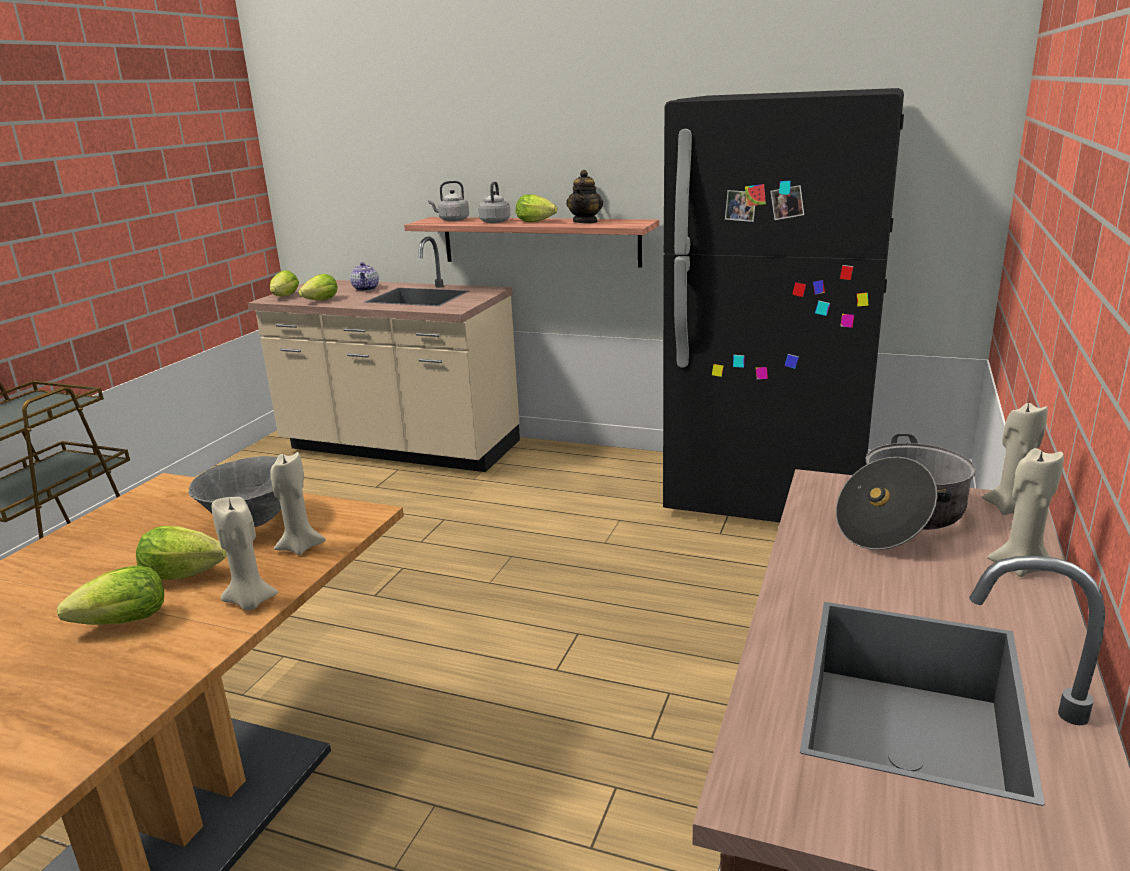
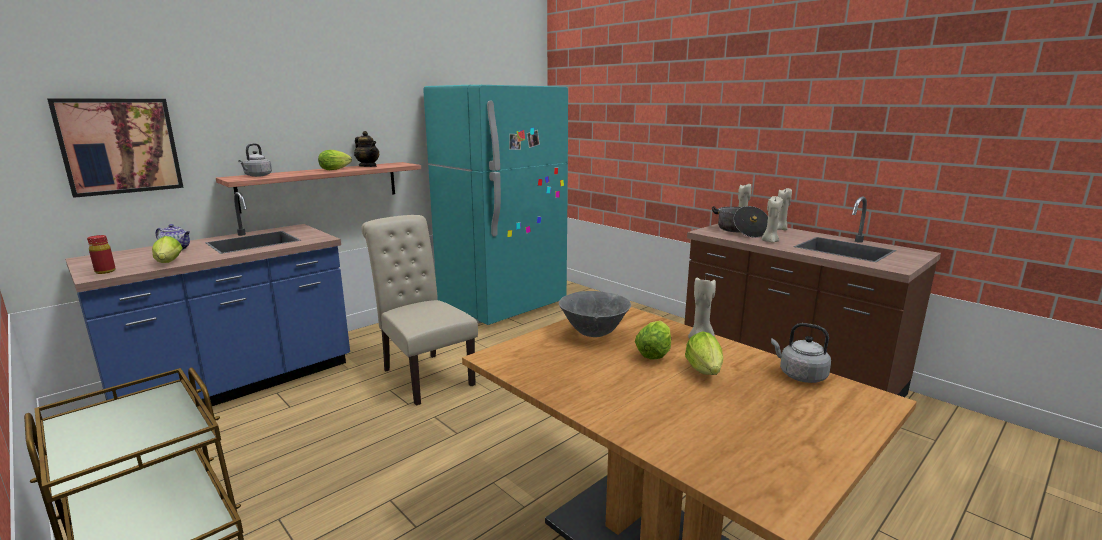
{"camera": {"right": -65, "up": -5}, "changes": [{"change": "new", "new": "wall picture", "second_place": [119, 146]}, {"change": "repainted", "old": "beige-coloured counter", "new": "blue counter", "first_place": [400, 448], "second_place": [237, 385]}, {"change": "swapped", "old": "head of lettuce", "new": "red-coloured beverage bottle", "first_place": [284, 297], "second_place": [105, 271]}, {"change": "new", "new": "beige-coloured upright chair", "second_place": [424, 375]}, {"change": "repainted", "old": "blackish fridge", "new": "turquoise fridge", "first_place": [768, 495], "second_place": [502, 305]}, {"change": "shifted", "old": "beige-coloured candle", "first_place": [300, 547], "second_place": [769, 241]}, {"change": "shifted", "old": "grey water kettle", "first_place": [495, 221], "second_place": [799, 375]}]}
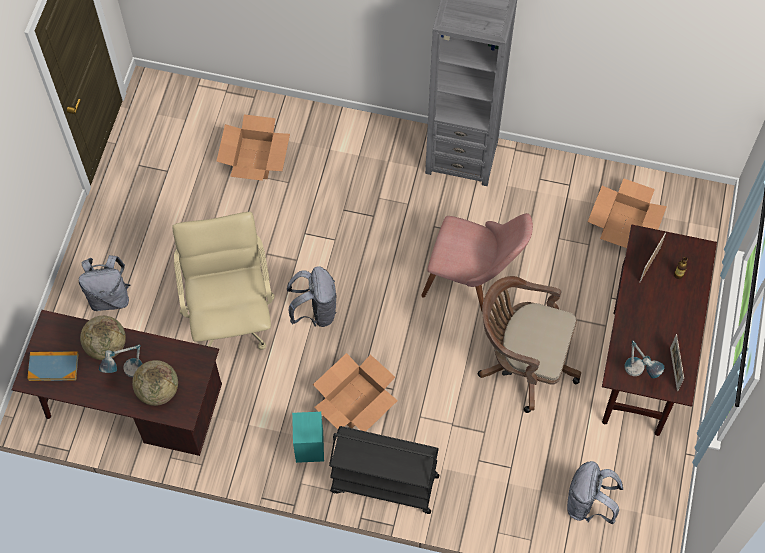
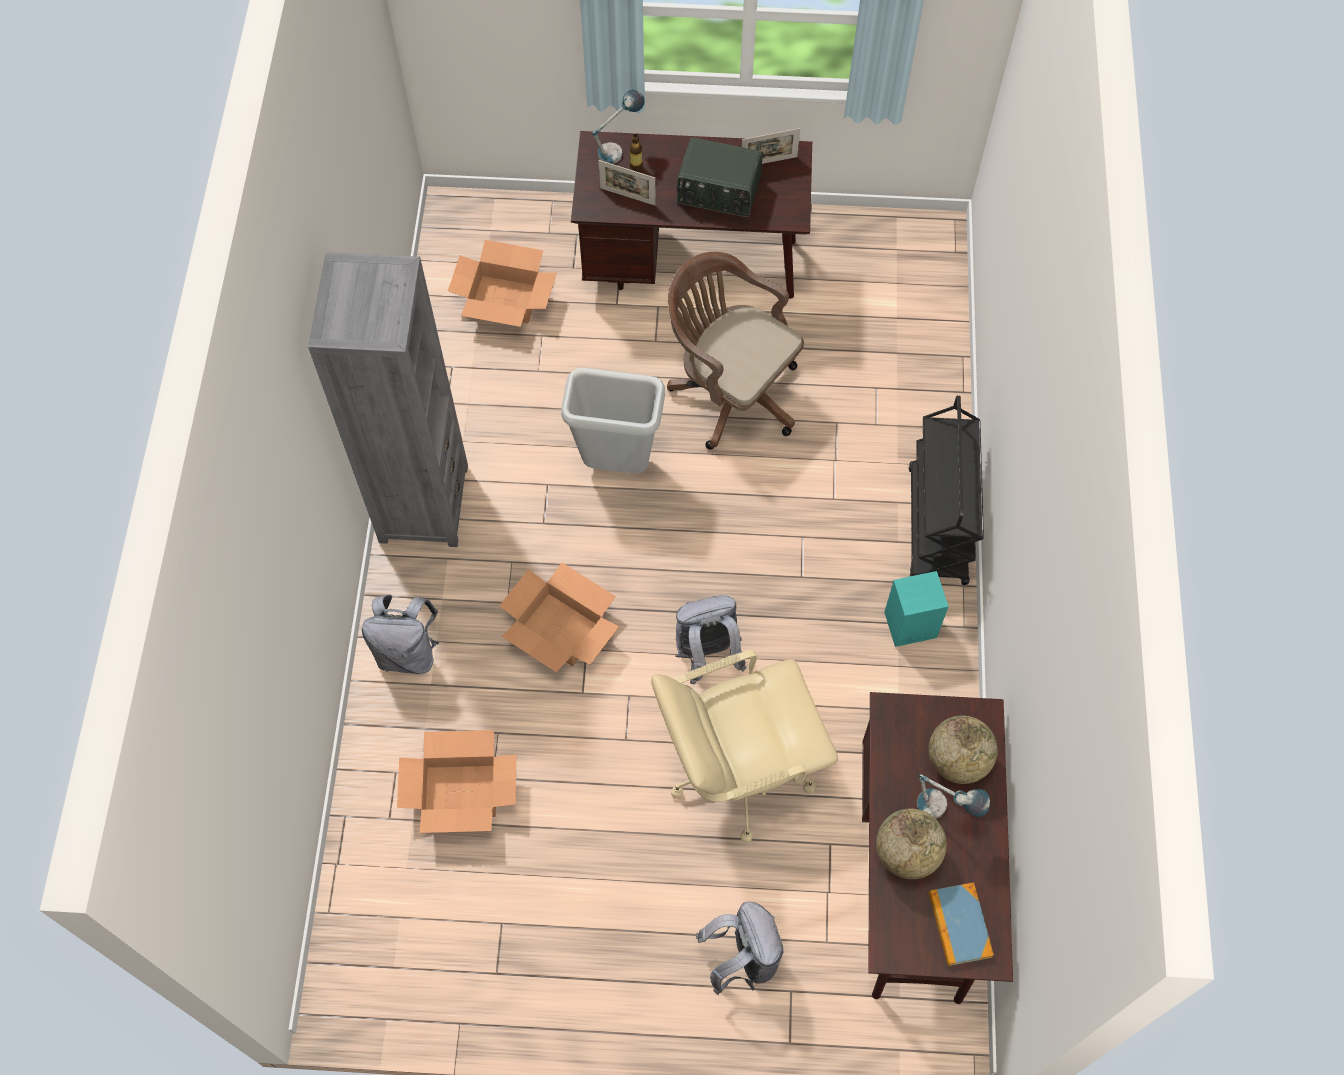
{"camera": {"right": -100, "up": 0}, "changes": [{"change": "shifted", "old": "grey knapsack", "first_place": [588, 504], "second_place": [408, 652]}, {"change": "shifted", "old": "packing box", "first_place": [355, 401], "second_place": [560, 629]}, {"change": "swapped", "old": "pink upright chair", "new": "grey trash can", "first_place": [473, 278], "second_place": [618, 463]}, {"change": "shifted", "old": "tabletop lamp", "first_place": [639, 374], "second_place": [618, 149]}, {"change": "rotated", "old": "brownish desk chair", "first_place": [523, 362], "second_place": [730, 391], "degrees": 120}, {"change": "new", "new": "radio", "second_place": [718, 192]}]}
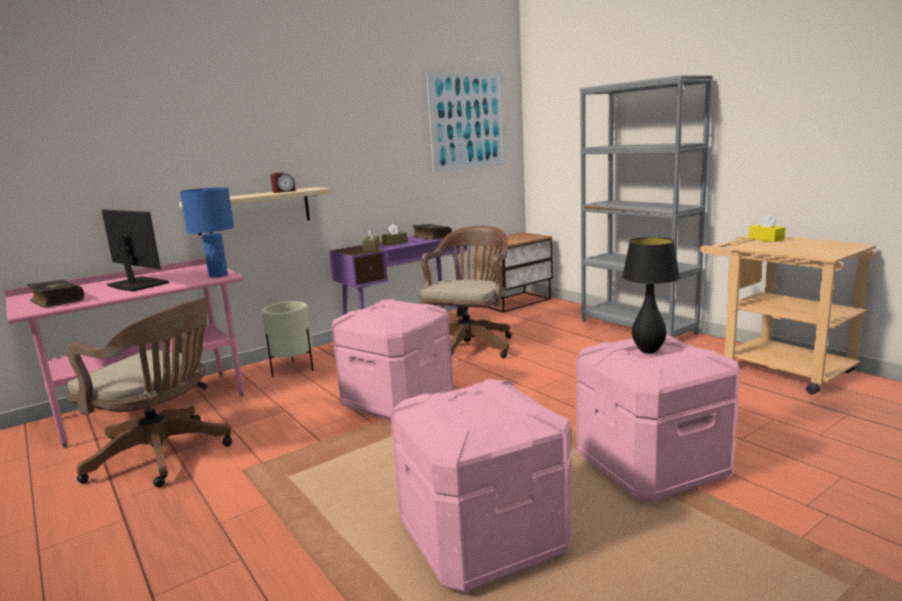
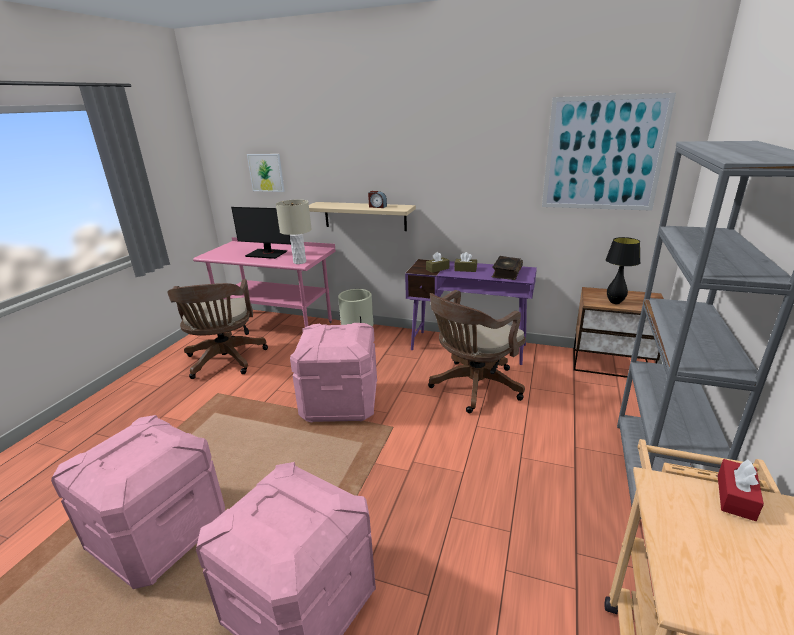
{"camera": {"right": 55, "up": 10}, "changes": [{"change": "rotated", "old": "monitor", "first_place": [136, 284], "second_place": [267, 254], "degrees": 105}, {"change": "new", "new": "wall picture", "second_place": [266, 172]}, {"change": "repainted", "old": "blue tabletop lamp", "new": "beige-coloured tabletop lamp", "first_place": [218, 275], "second_place": [299, 262]}, {"change": "rotated", "old": "brownish desk chair", "first_place": [470, 345], "second_place": [472, 388], "degrees": 150}, {"change": "shifted", "old": "blackish tabletop lamp", "first_place": [648, 351], "second_place": [615, 302]}, {"change": "repainted", "old": "yellow-coloured tissue box", "new": "red-coloured tissue box", "first_place": [766, 239], "second_place": [735, 497]}, {"change": "gone", "old": "volume", "first_place": [56, 301]}]}
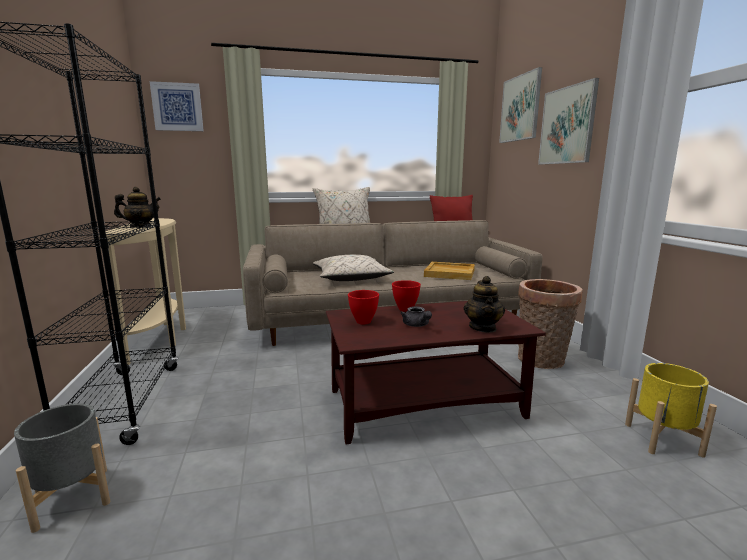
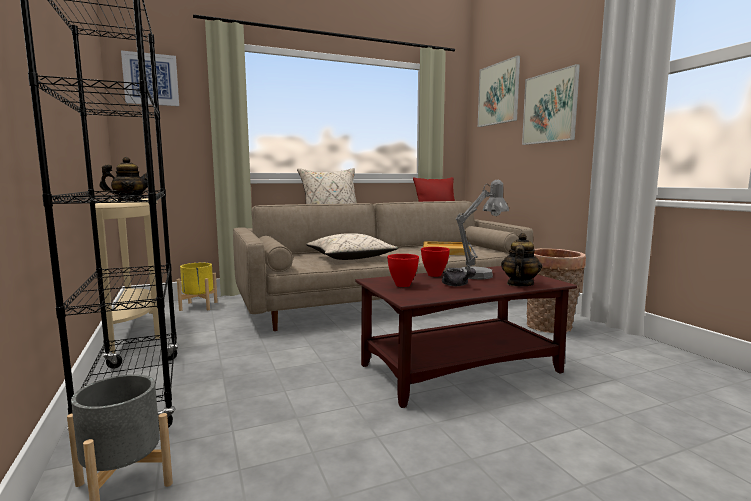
{"camera": {"right": -10, "up": -5}, "changes": [{"change": "shifted", "old": "yellow-coloured flower pot", "first_place": [662, 439], "second_place": [198, 306]}, {"change": "new", "new": "grey tabletop lamp", "second_place": [480, 274]}, {"change": "rotated", "old": "tea pot", "first_place": [483, 328], "second_place": [519, 284], "degrees": -150}]}
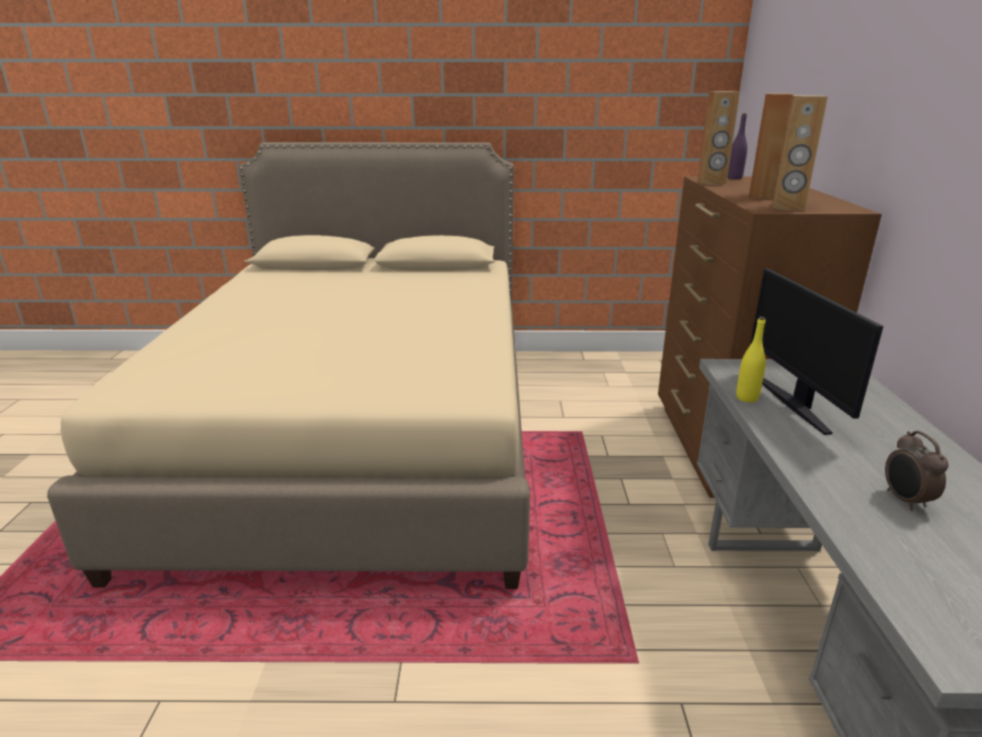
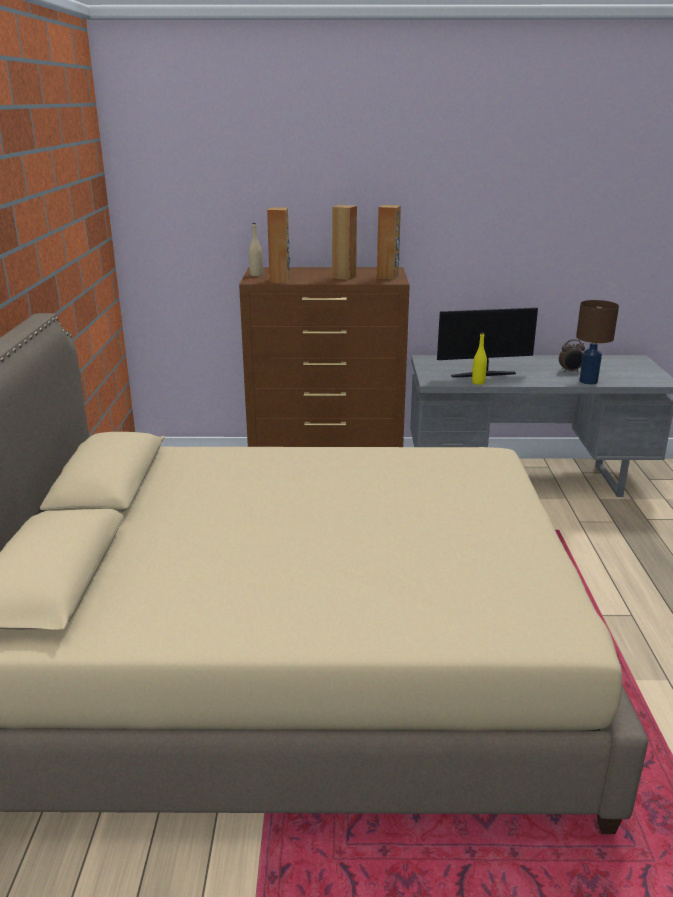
{"camera": {"right": -90, "up": 0}, "changes": [{"change": "repainted", "old": "purple beverage bottle", "new": "beige-coloured beverage bottle", "first_place": [734, 178], "second_place": [256, 275]}, {"change": "new", "new": "brownish tabletop lamp", "second_place": [589, 381]}]}
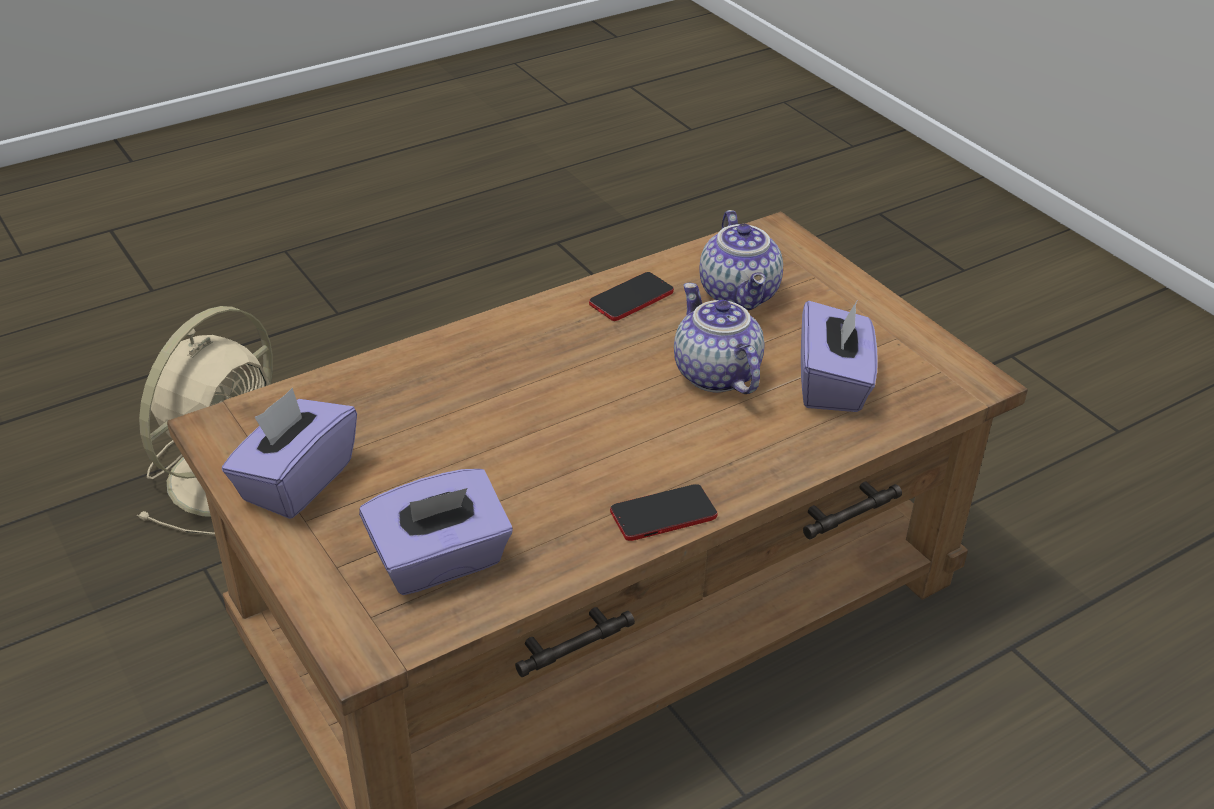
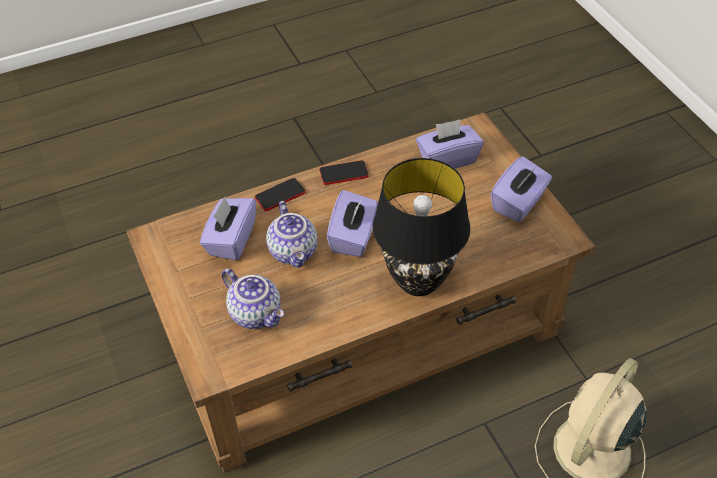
{"camera": {"right": -170, "up": 10}, "changes": [{"change": "rotated", "old": "tea pot", "first_place": [741, 295], "second_place": [257, 313], "degrees": 135}, {"change": "shifted", "old": "handset", "first_place": [631, 298], "second_place": [280, 195]}, {"change": "new", "new": "purple tissue box", "second_place": [353, 237]}, {"change": "new", "new": "blackish tabletop lamp", "second_place": [417, 282]}]}
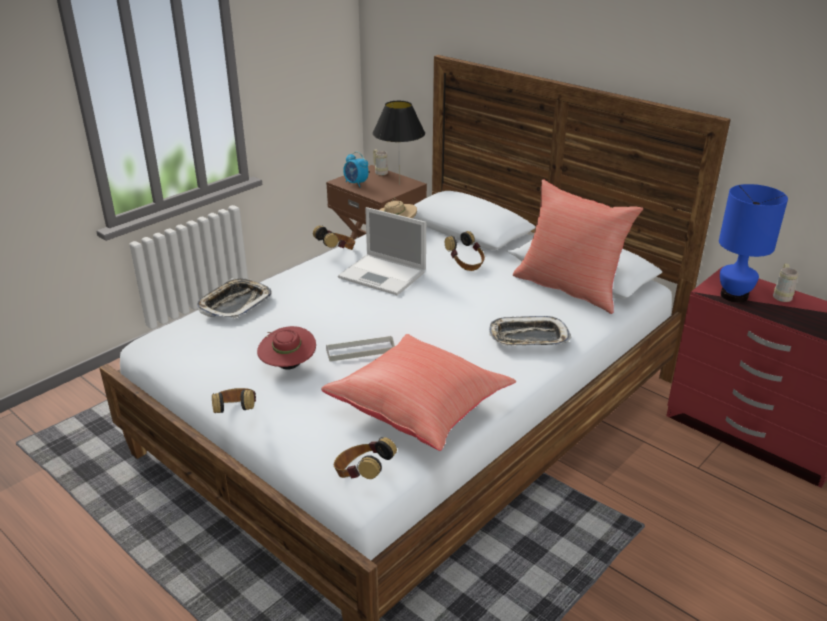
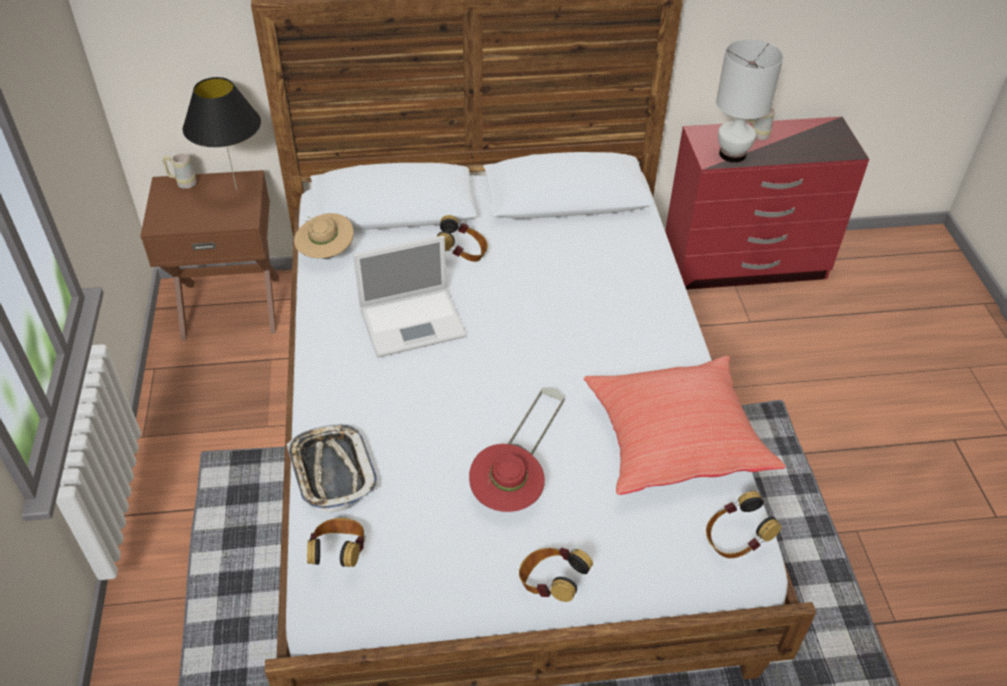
{"camera": {"right": -50, "up": 15}, "changes": [{"change": "shifted", "old": "pair of headphones", "first_place": [336, 251], "second_place": [339, 553]}, {"change": "repainted", "old": "blue tabletop lamp", "new": "white-coloured tabletop lamp", "first_place": [733, 296], "second_place": [732, 155]}, {"change": "gone", "old": "alarm clock", "first_place": [356, 183]}, {"change": "gone", "old": "tray", "first_place": [528, 338]}, {"change": "gone", "old": "red-coloured pillow", "first_place": [569, 288]}]}
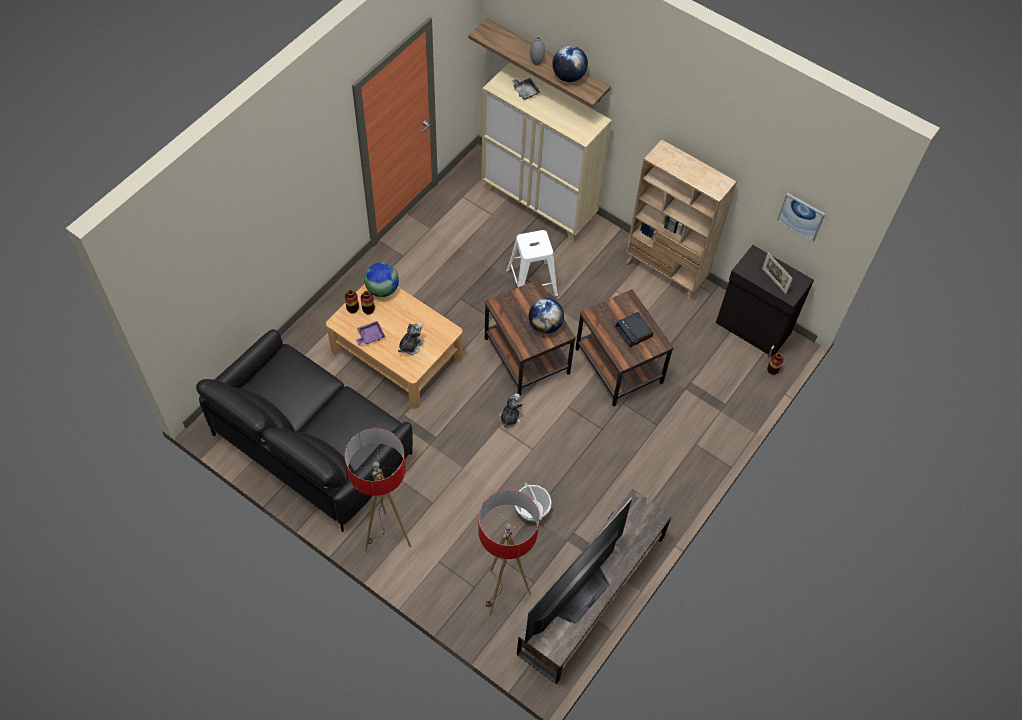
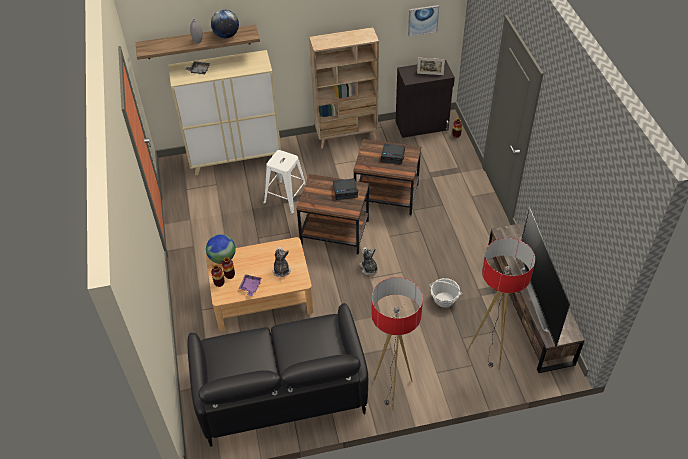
{"camera": {"right": -45, "up": -10}, "changes": [{"change": "swapped", "old": "globe", "new": "alarm clock", "first_place": [545, 325], "second_place": [345, 191]}]}
